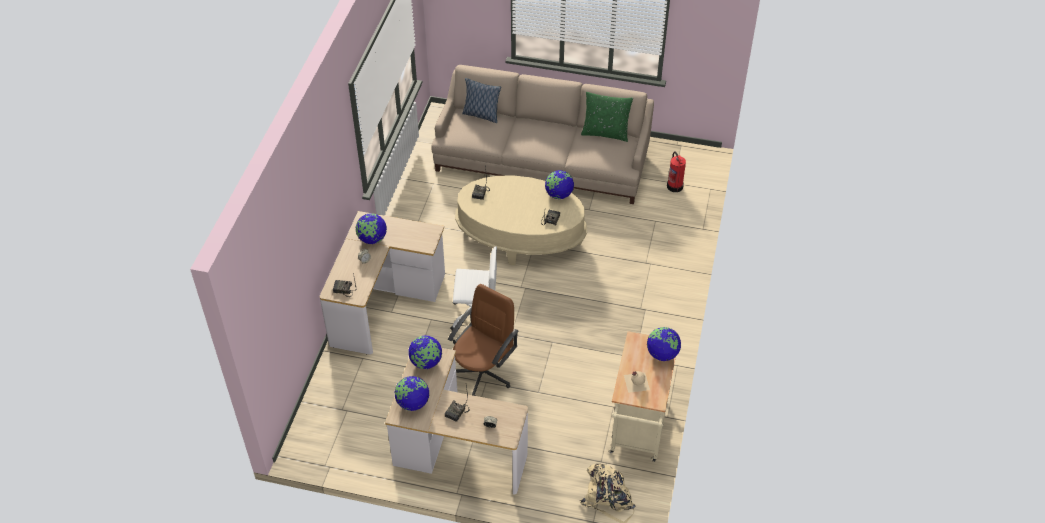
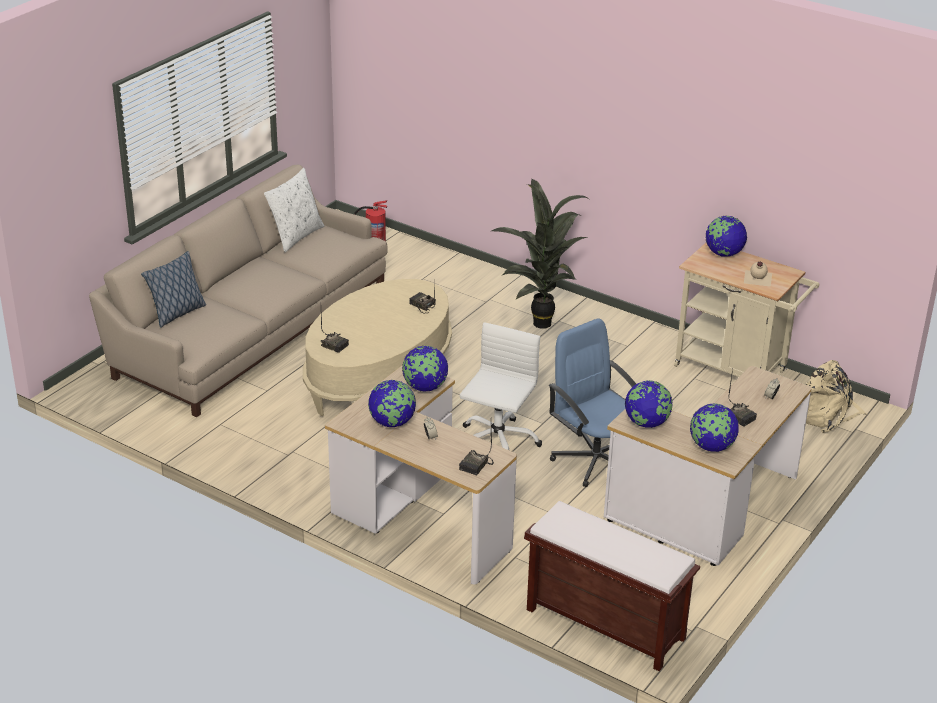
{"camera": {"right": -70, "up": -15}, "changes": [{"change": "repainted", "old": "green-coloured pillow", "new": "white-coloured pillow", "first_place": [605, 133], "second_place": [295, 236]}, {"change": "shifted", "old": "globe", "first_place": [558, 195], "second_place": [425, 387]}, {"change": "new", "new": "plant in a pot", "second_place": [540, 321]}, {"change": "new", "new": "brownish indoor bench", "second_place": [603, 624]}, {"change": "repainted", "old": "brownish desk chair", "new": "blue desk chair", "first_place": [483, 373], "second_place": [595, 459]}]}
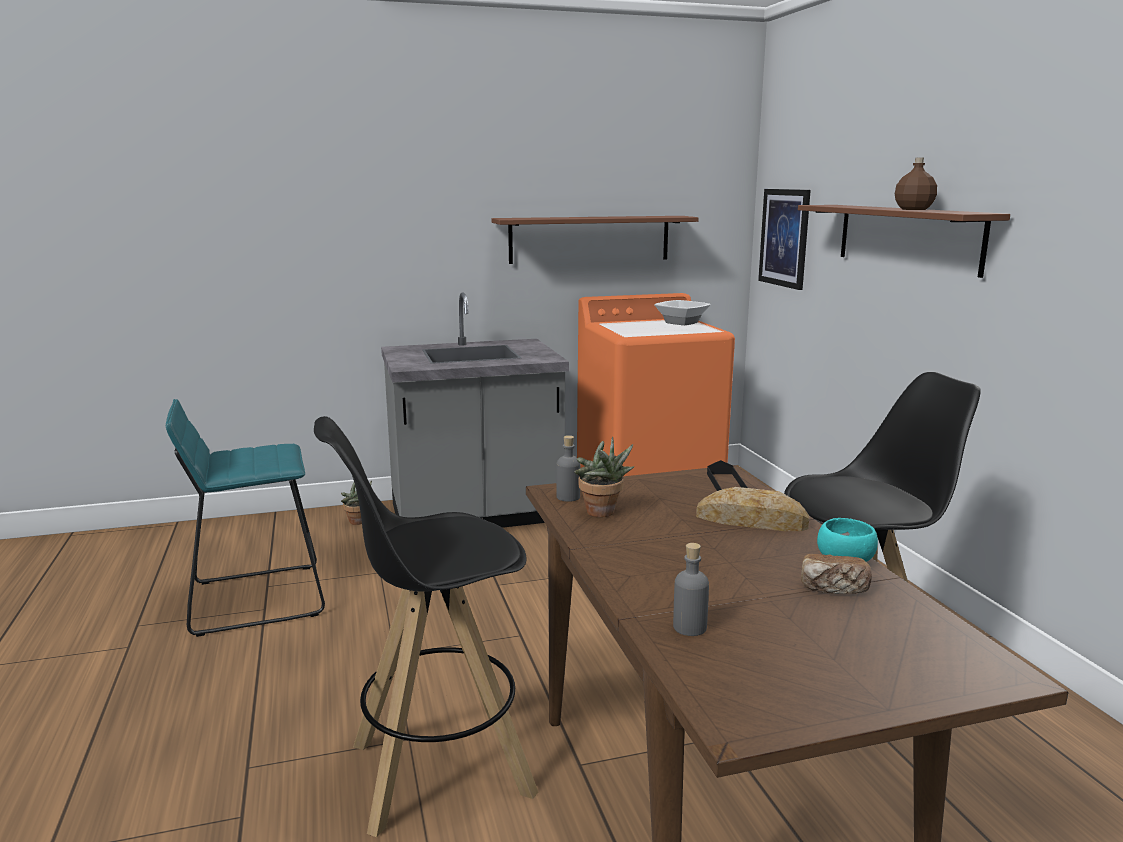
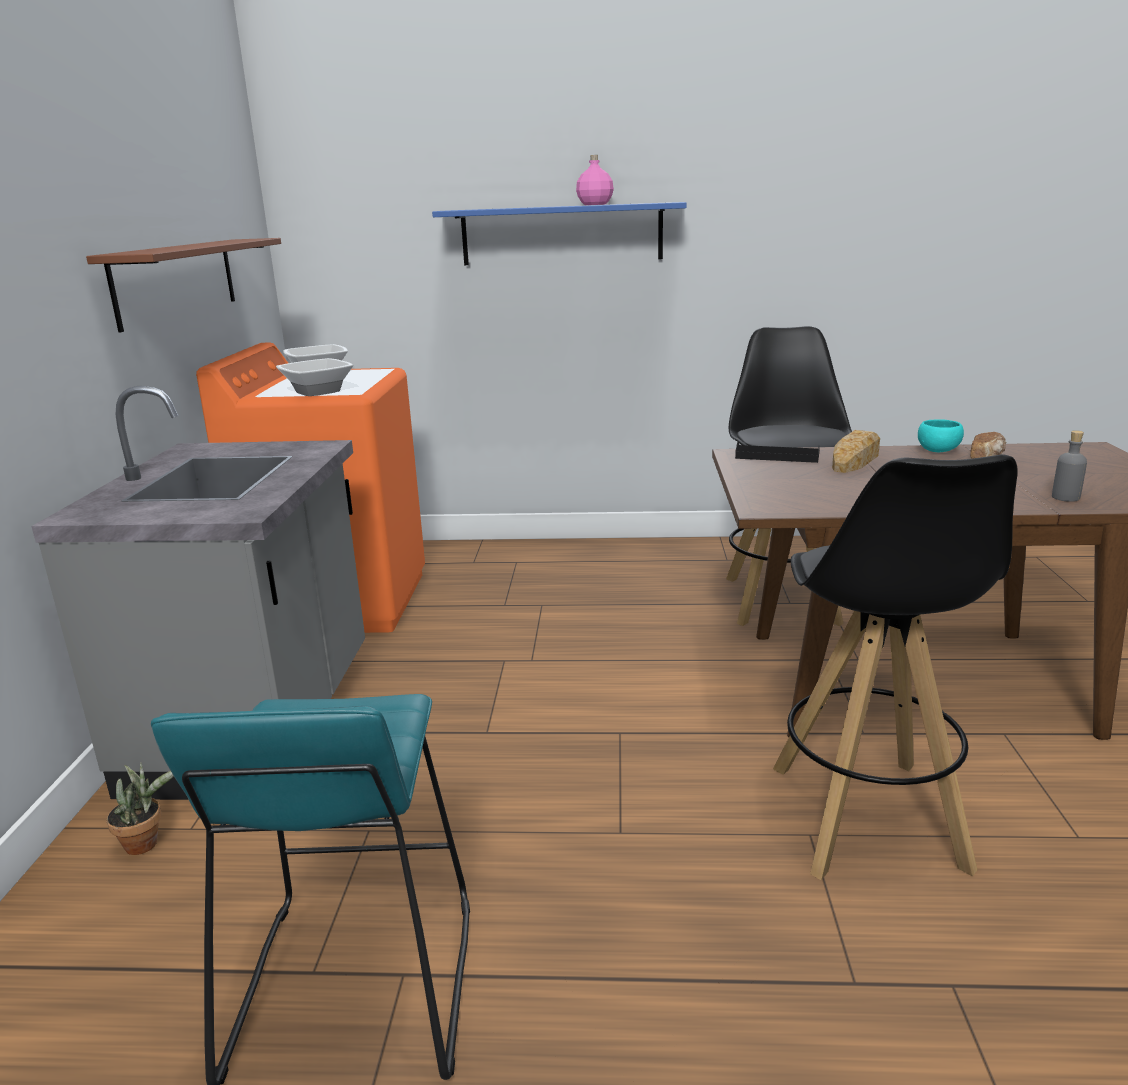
{"camera": {"right": -70, "up": 5}, "changes": [{"change": "new", "new": "deep dish", "second_place": [317, 392]}, {"change": "repainted", "old": "brownish shelf", "new": "blue shelf", "first_place": [907, 237], "second_place": [561, 234]}, {"change": "repainted", "old": "brownish beverage bottle", "new": "pink beverage bottle", "first_place": [913, 209], "second_place": [594, 204]}, {"change": "gone", "old": "grey beverage bottle", "first_place": [568, 497]}, {"change": "gone", "old": "plant in a pot", "first_place": [602, 513]}, {"change": "gone", "old": "wall picture", "first_place": [784, 237]}]}
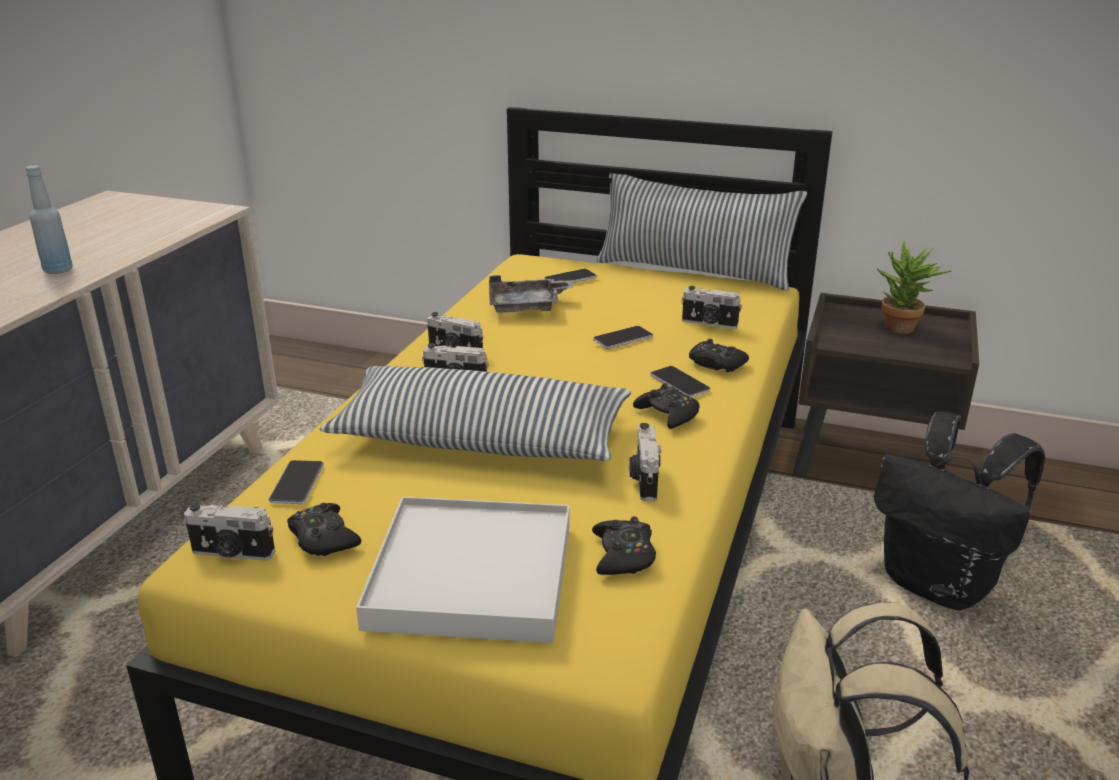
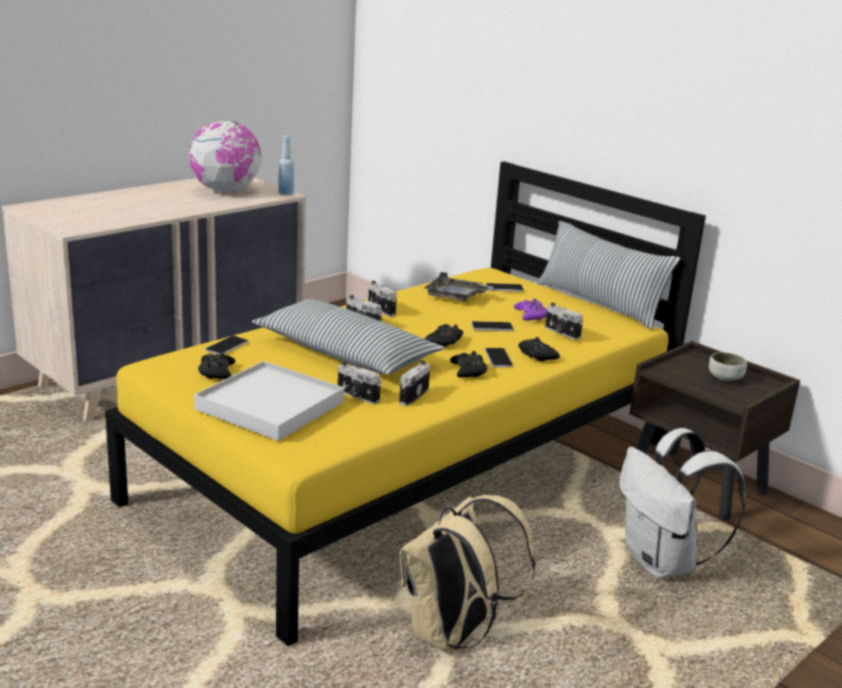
{"camera": {"right": 25, "up": -5}, "changes": [{"change": "new", "new": "globe", "second_place": [226, 191]}, {"change": "shifted", "old": "blue beverage bottle", "first_place": [58, 270], "second_place": [286, 193]}, {"change": "shifted", "old": "photo camera", "first_place": [232, 553], "second_place": [357, 396]}, {"change": "shifted", "old": "blackish game controller", "first_place": [623, 555], "second_place": [444, 341]}, {"change": "new", "new": "purple game controller", "second_place": [531, 315]}, {"change": "repainted", "old": "blackish knapsack", "new": "white-coloured knapsack", "first_place": [939, 585], "second_place": [663, 563]}, {"change": "swapped", "old": "plant in a pot", "new": "deep dish", "first_place": [901, 330], "second_place": [725, 378]}]}
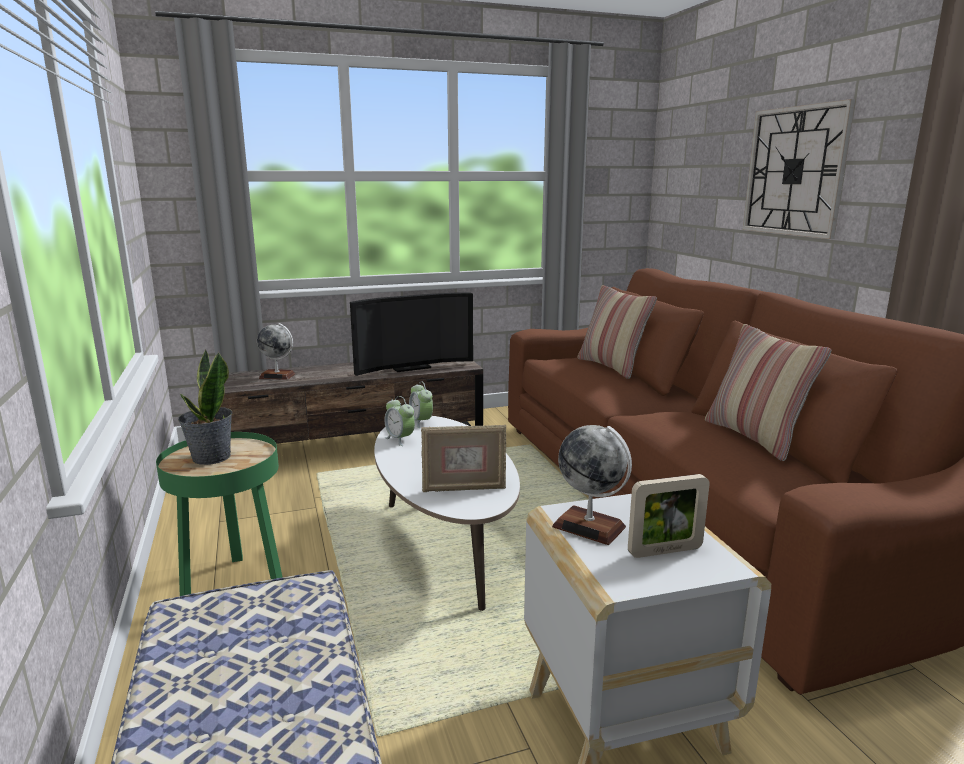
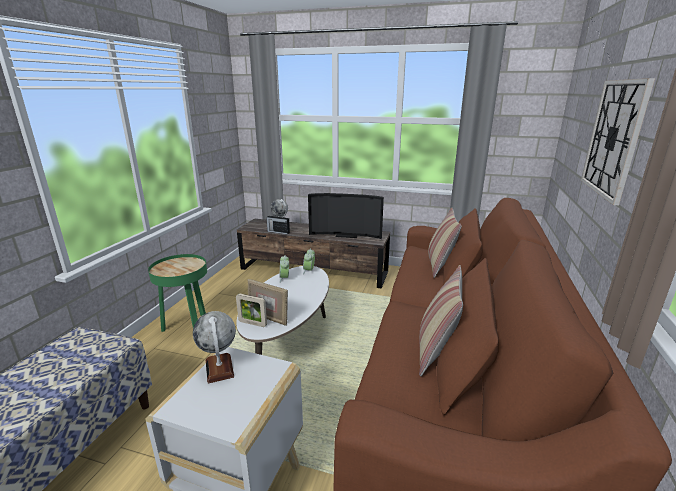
{"camera": {"right": 35, "up": 5}, "changes": [{"change": "shifted", "old": "standing frame", "first_place": [665, 551], "second_place": [252, 323]}, {"change": "new", "new": "radio", "second_place": [278, 232]}, {"change": "gone", "old": "plant in a pot", "first_place": [211, 457]}]}
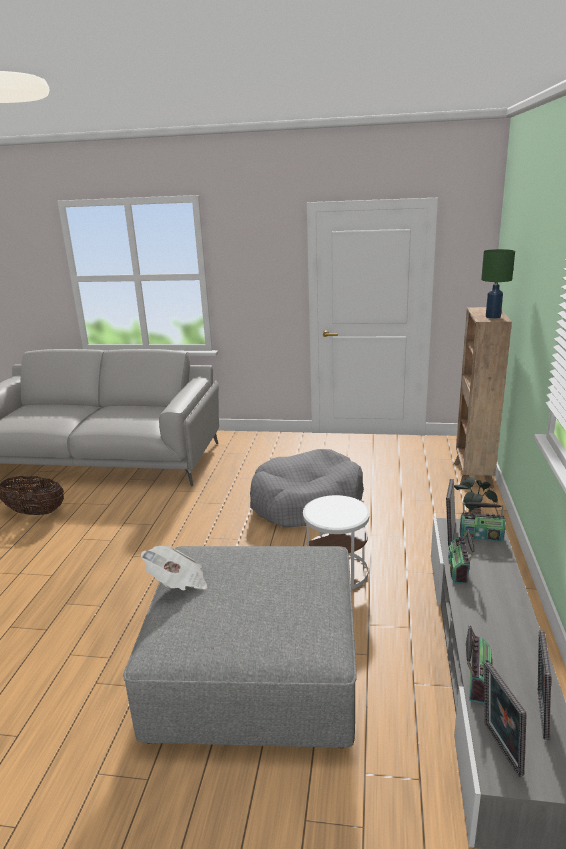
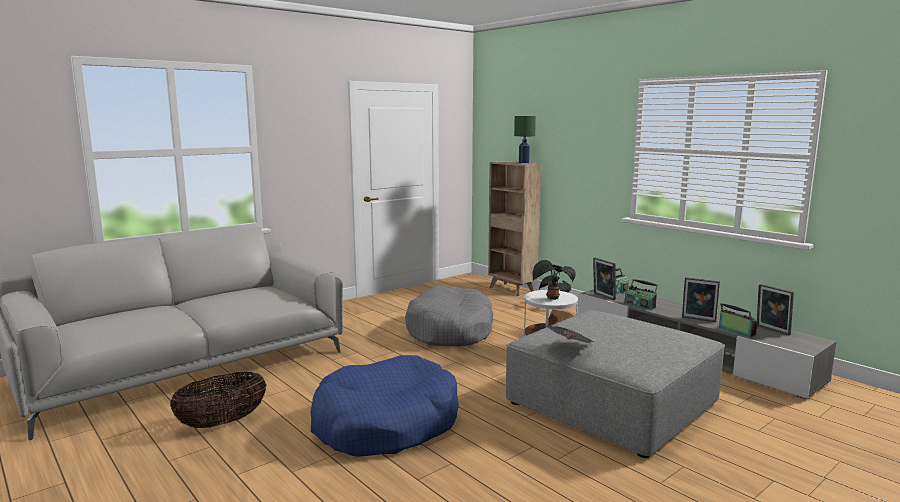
{"camera": {"right": -50, "up": -10}, "changes": [{"change": "new", "new": "blue pet bed", "second_place": [385, 424]}, {"change": "new", "new": "plant in a pot", "second_place": [551, 298]}, {"change": "shifted", "old": "standing frame", "first_place": [499, 749], "second_place": [698, 320]}]}
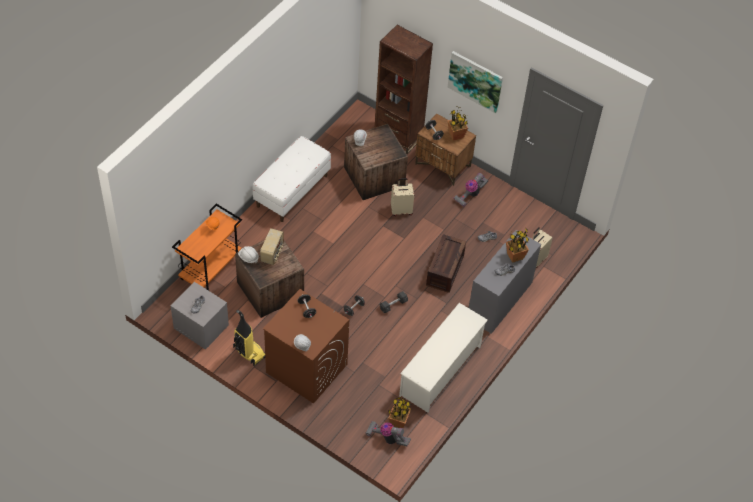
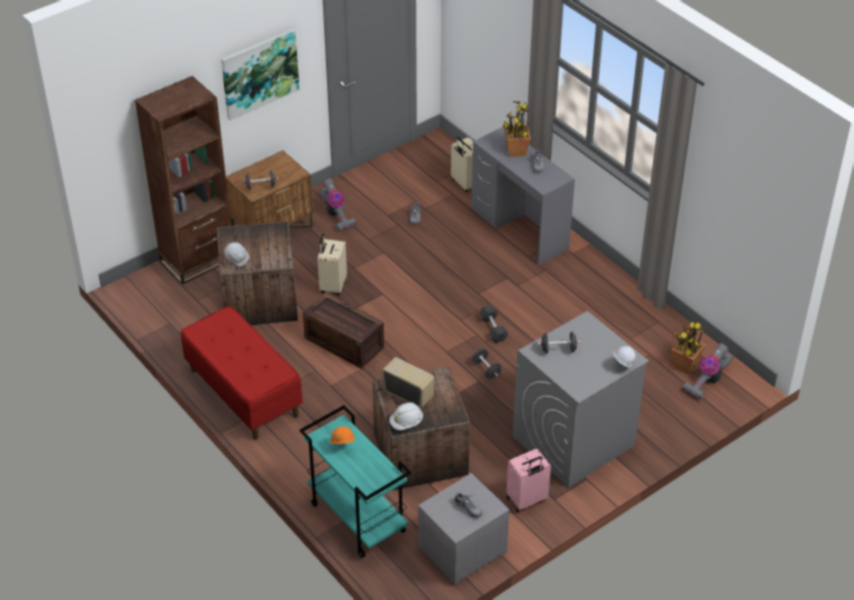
{"camera": {"right": -70, "up": -10}, "changes": [{"change": "repainted", "old": "white-coloured indoor bench", "new": "red-coloured indoor bench", "first_place": [292, 190], "second_place": [243, 393]}, {"change": "repainted", "old": "orange trolley", "new": "turquoise trolley", "first_place": [211, 270], "second_place": [356, 518]}, {"change": "shifted", "old": "crate", "first_place": [445, 271], "second_place": [345, 343]}, {"change": "swapped", "old": "vacuum cleaner", "new": "pink travel case", "first_place": [248, 352], "second_place": [527, 500]}, {"change": "repainted", "old": "brownish laundry appliance", "new": "grey laundry appliance", "first_place": [306, 368], "second_place": [573, 441]}, {"change": "gone", "old": "white-coloured shoe stand", "first_place": [440, 371]}, {"change": "gone", "old": "plant in a pot", "first_place": [456, 135]}]}
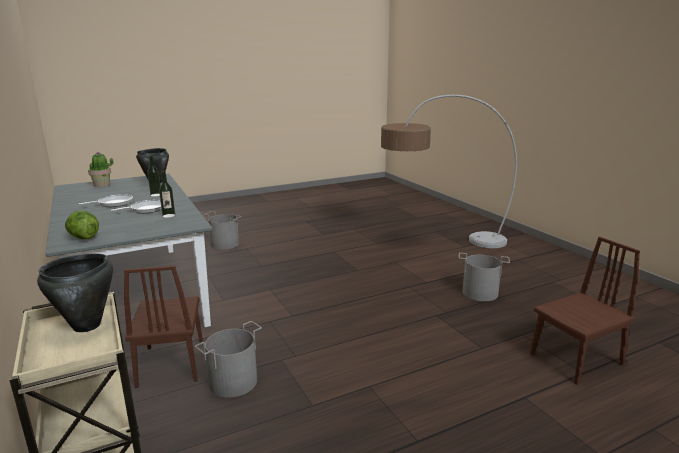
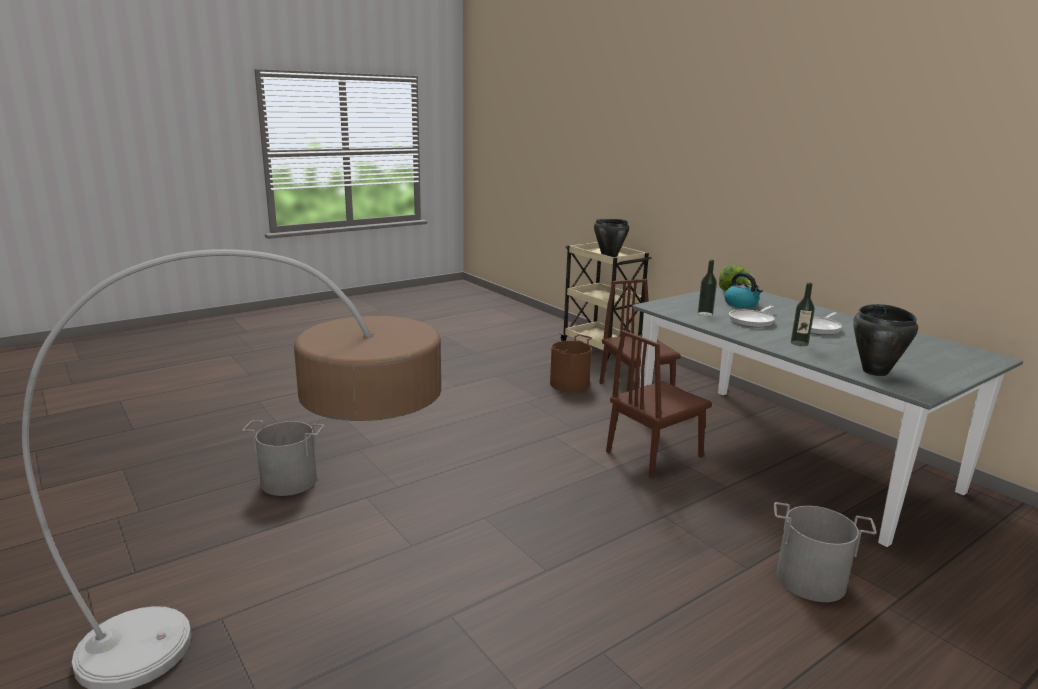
{"camera": {"right": 170, "up": 0}, "changes": [{"change": "repainted", "old": "grey pail", "new": "brownish pail", "first_place": [233, 381], "second_place": [570, 384]}, {"change": "shifted", "old": "brownish upright chair", "first_place": [576, 359], "second_place": [654, 454]}, {"change": "new", "new": "water kettle", "second_place": [741, 304]}, {"change": "gone", "old": "plant in a pot", "first_place": [102, 185]}]}
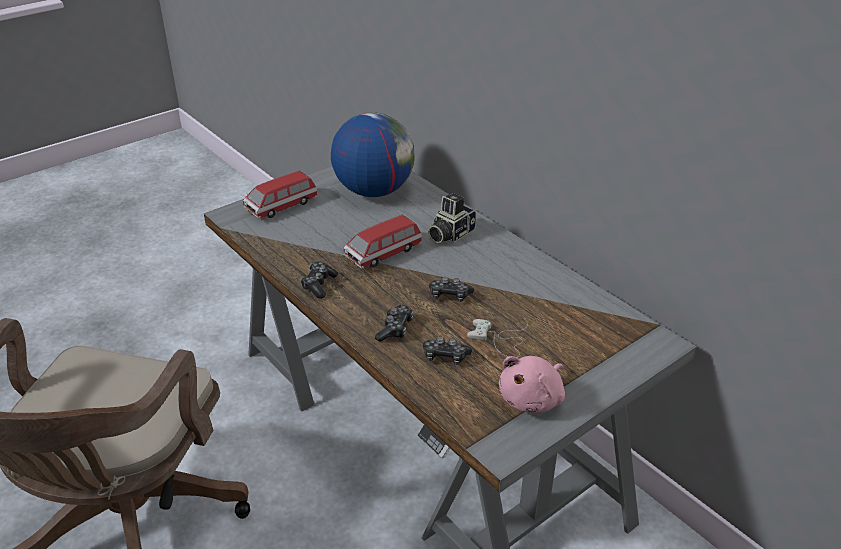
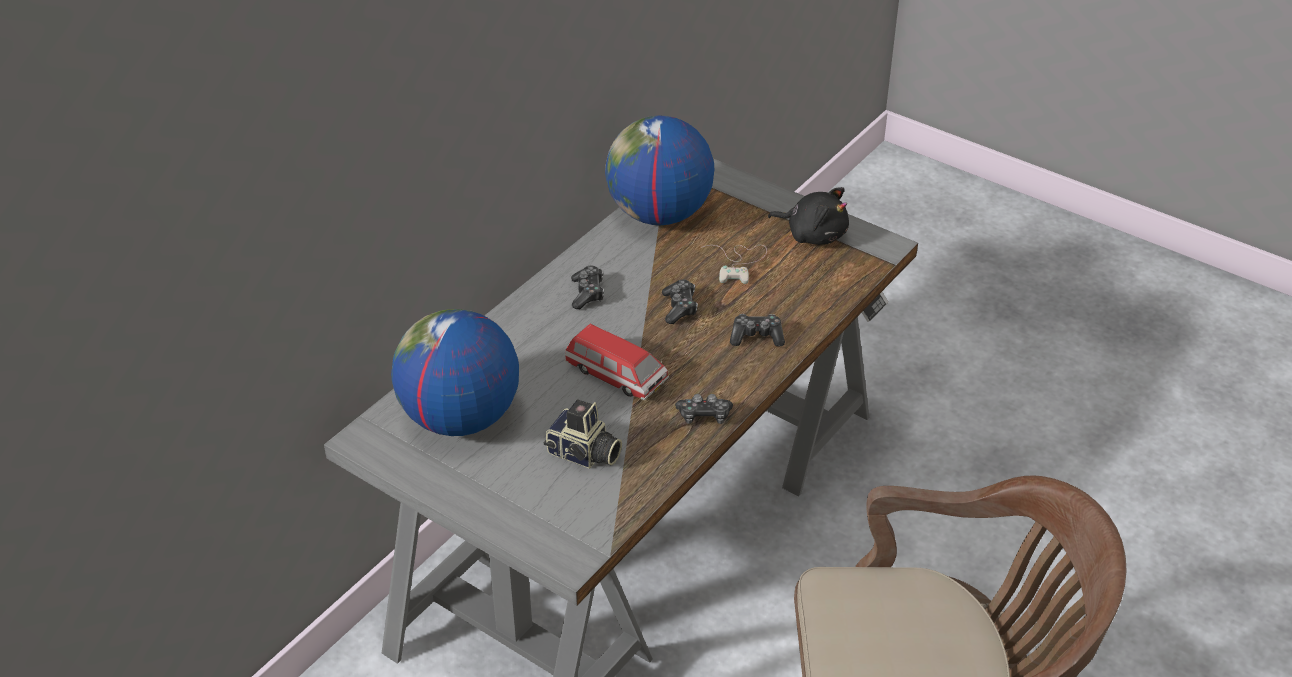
{"camera": {"right": -105, "up": 5}, "changes": [{"change": "shifted", "old": "photo camera", "first_place": [450, 234], "second_place": [583, 454]}, {"change": "shifted", "old": "game controller", "first_place": [445, 356], "second_place": [587, 293]}, {"change": "new", "new": "globe", "second_place": [659, 214]}, {"change": "repainted", "old": "pink soft toy", "new": "blackish soft toy", "first_place": [532, 399], "second_place": [813, 234]}, {"change": "gone", "old": "toy car", "first_place": [281, 206]}]}
